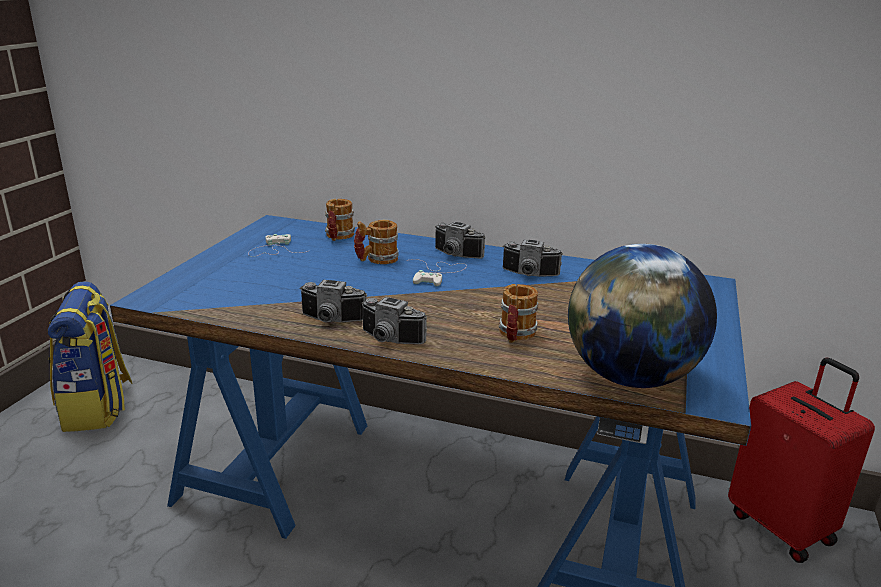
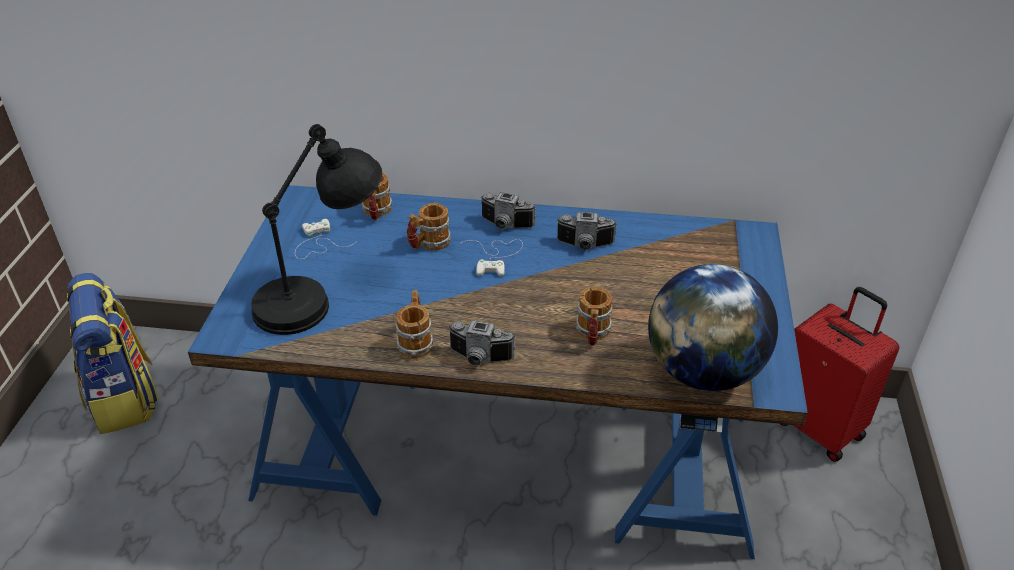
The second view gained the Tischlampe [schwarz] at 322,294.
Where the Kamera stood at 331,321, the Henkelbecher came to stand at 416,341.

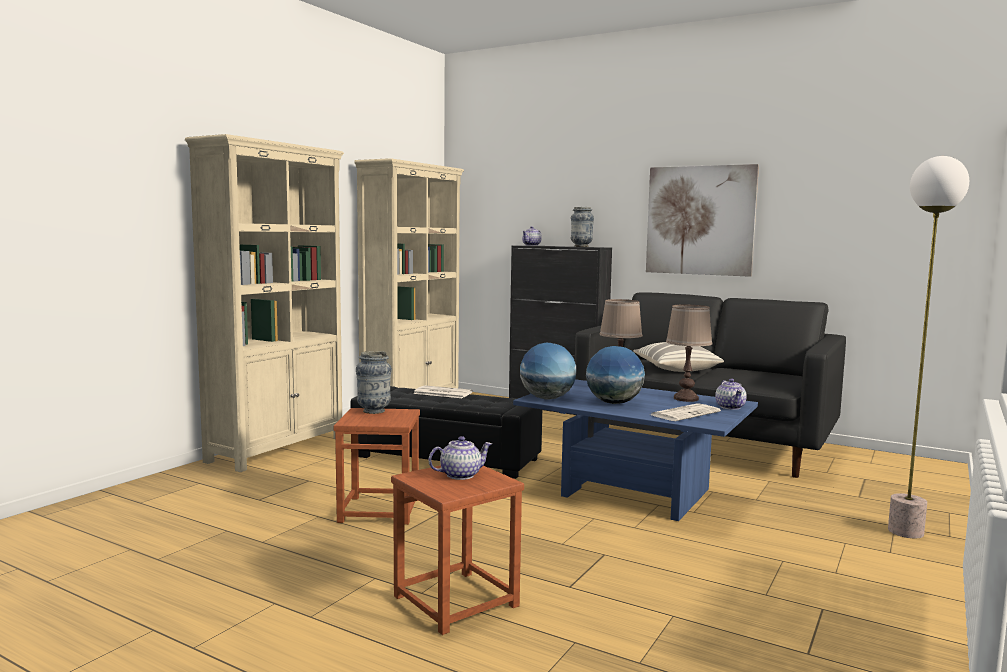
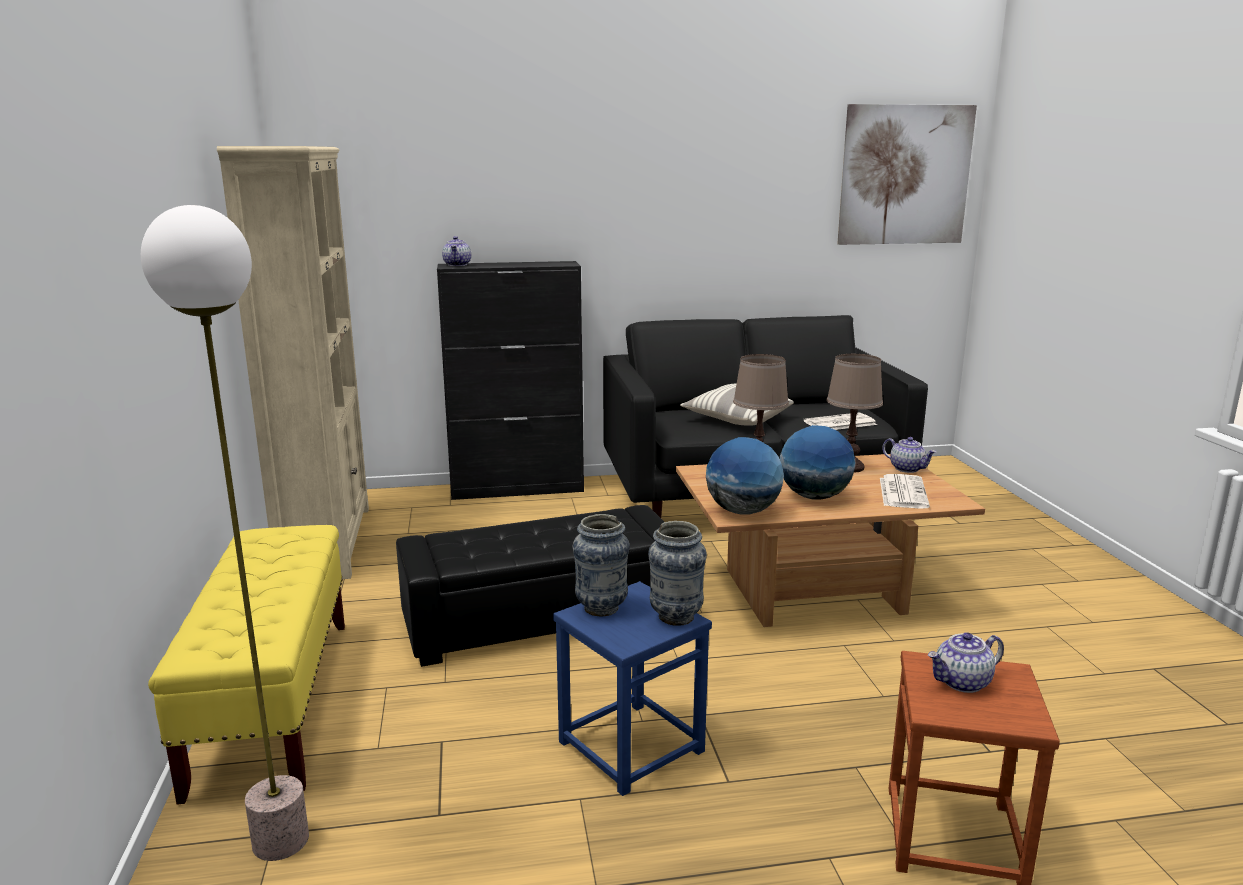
The Stehlampe ended up elsewhere, having gone from 906,532 to 281,841.
Where the Bücherregal [beige] stood at 278,449, the Bank [gelb] came to stand at 274,702.
What was the Hocker [braun] at 379,510 turned into the Hocker [blau] at 630,746.
The Vase ended up elsewhere, having gone from 581,246 to 676,617.
What was the Couchtisch [blau] at 632,493 turned into the Couchtisch [braun] at 813,594.
The Zeitung ended up elsewhere, having gone from 442,393 to 839,423.
The Bild ended up elsewhere, having gone from 700,220 to 905,175.
The Teekanne at 460,475 ended up facing another way, 135 degrees counterclockwise from before.

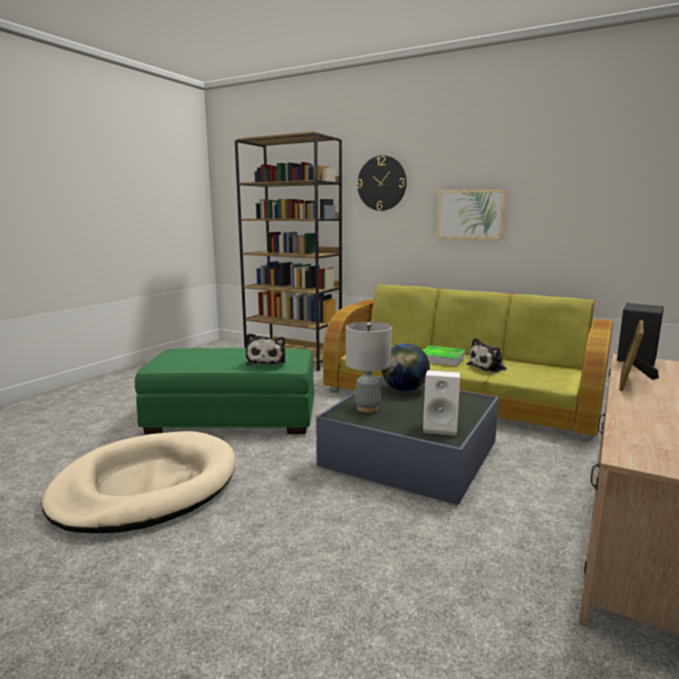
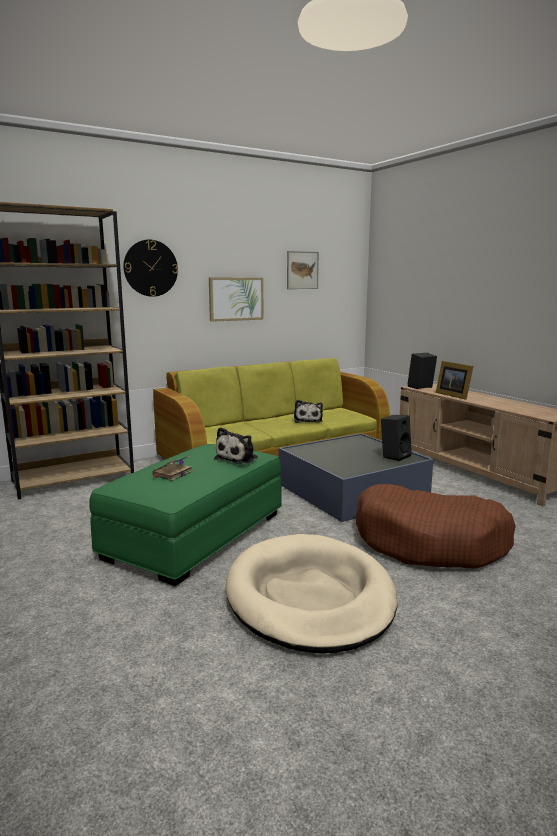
The second view gained the Buch at 172,474.
The Plüschtier at 267,361 ended up facing another way, 90 degrees clockwise from before.
The second view gained the Bild at 302,270.
The second view gained the Hundebett [braun] at 430,542.
What was the Lautsprecher [weiß] at 441,427 turned into the Lautsprecher [schwarz] at 395,456.
The second view lost the Tischlampe [grau] at 367,408.
The second view lost the Globus at 404,390.
The second view lost the Tablett at 442,358.

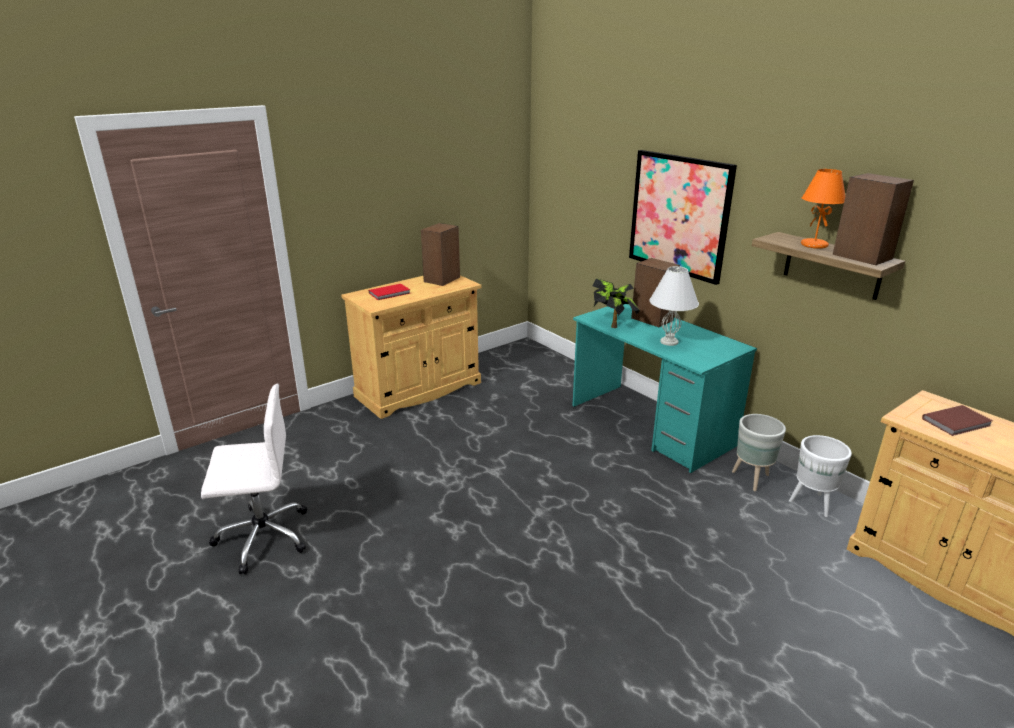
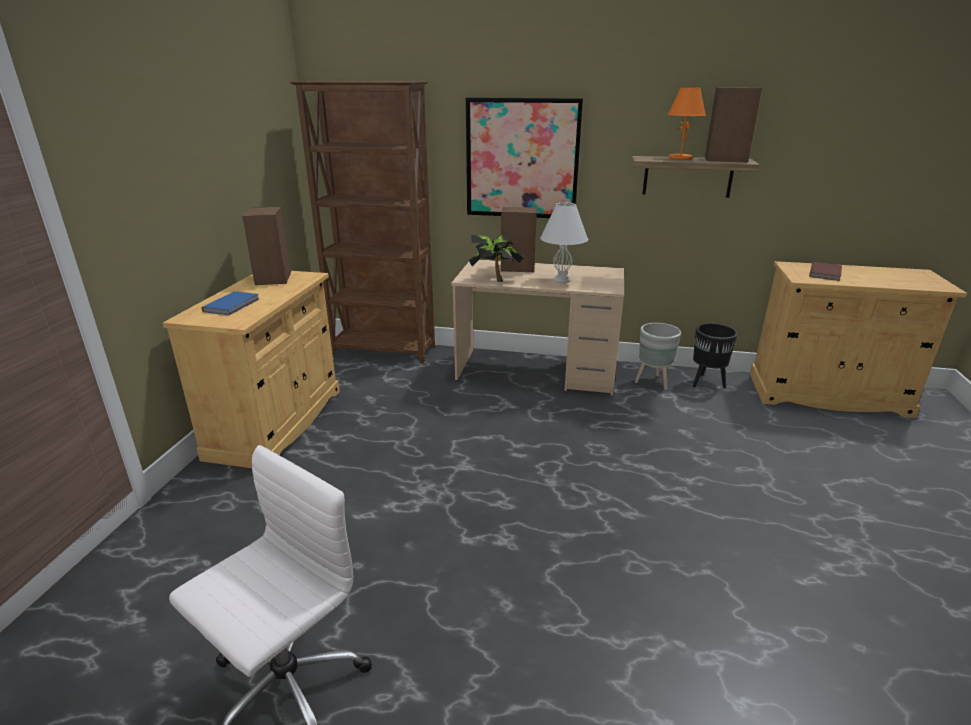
What was the Buch [rot] at 390,293 turned into the Buch [blau] at 233,305.
The second view gained the Bücherregal [braun] at 384,351.
What was the Schreibtisch [türkis] at 650,425 turned into the Schreibtisch [beige] at 536,372.
What was the Pflanzkübel [weiß] at 812,504 turned into the Pflanzkübel [schwarz] at 707,383.

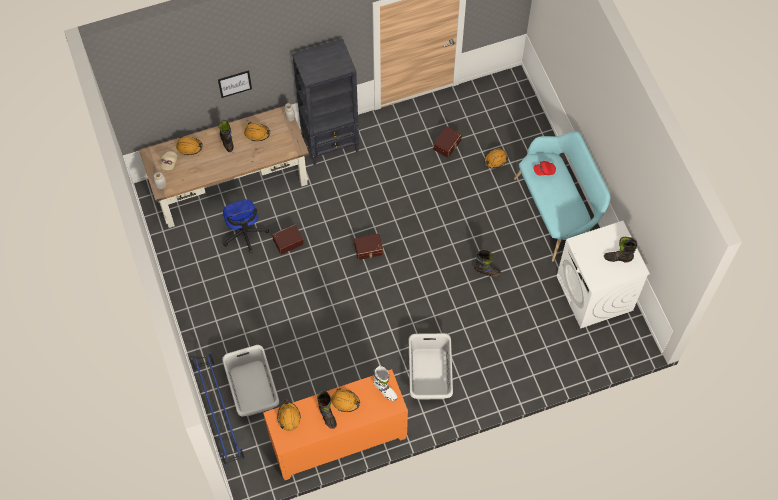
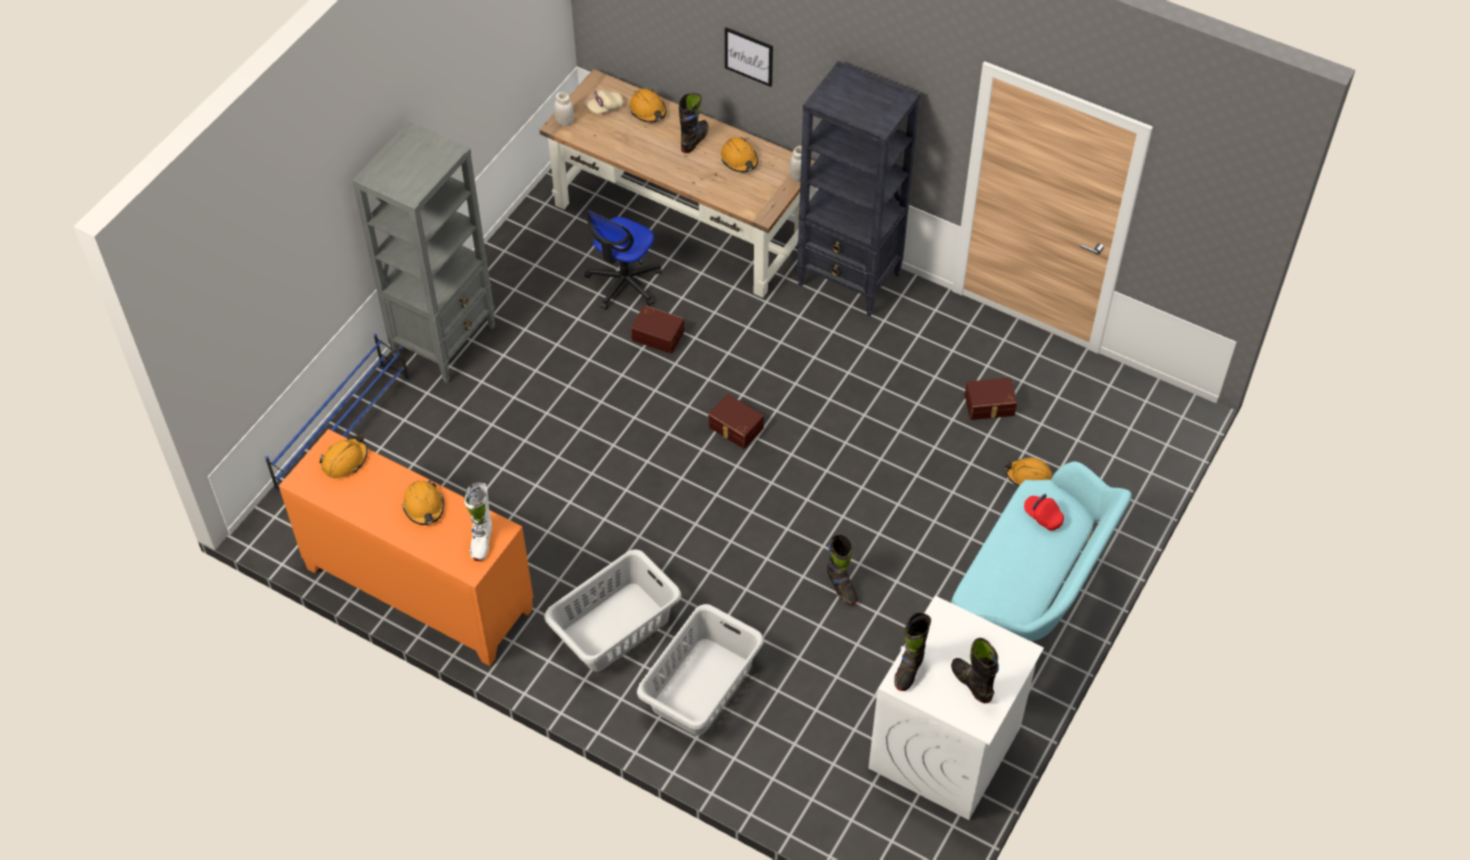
The second view gained the Bücherregal [grau] at 445,341.
The Wäschekorb [grau] ended up elsewhere, having gone from 252,388 to 700,687.
The Stiefel [schwarz] ended up elsewhere, having gone from 327,416 to 909,669.

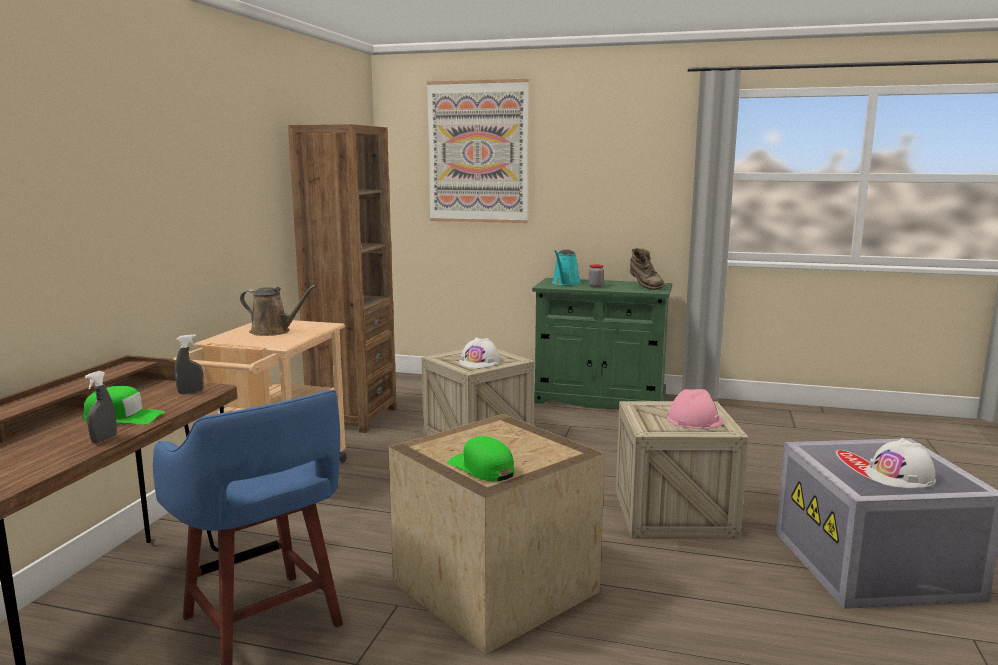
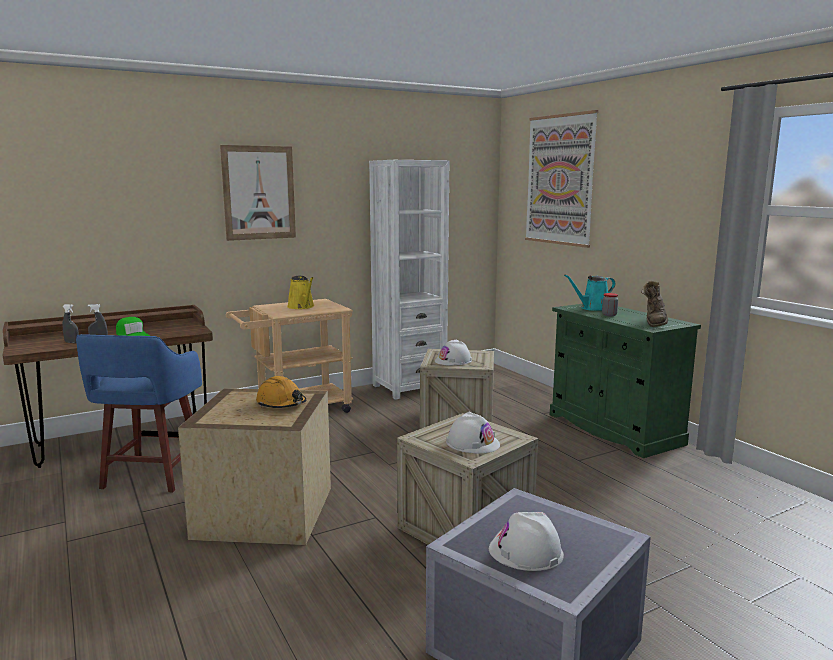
The Sprühflasche [grau] ended up elsewhere, having gone from 190,392 to 72,342.
The second view gained the Bild at 259,193.
The second view gained the Schutzhelm [orange] at 281,404.
What was the Gießkanne [braun] at 273,331 turned into the Gießkanne [gelb] at 302,307.
What was the Bücherregal [braun] at 352,417 turned into the Bücherregal [weiß] at 409,387.
What was the Schutzhelm [rosa] at 694,420 turned into the Schutzhelm [weiß] at 472,443.
The second view lost the Kappe [grün] at 481,468.

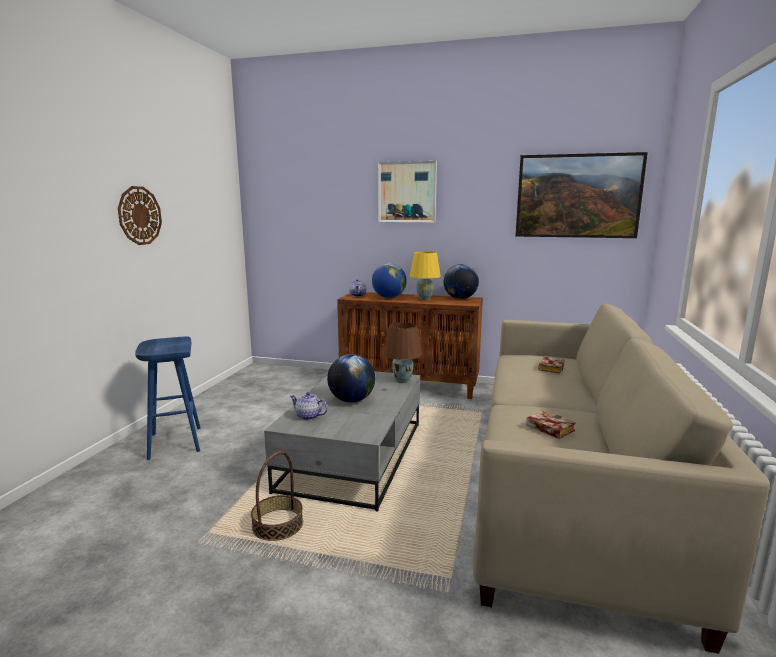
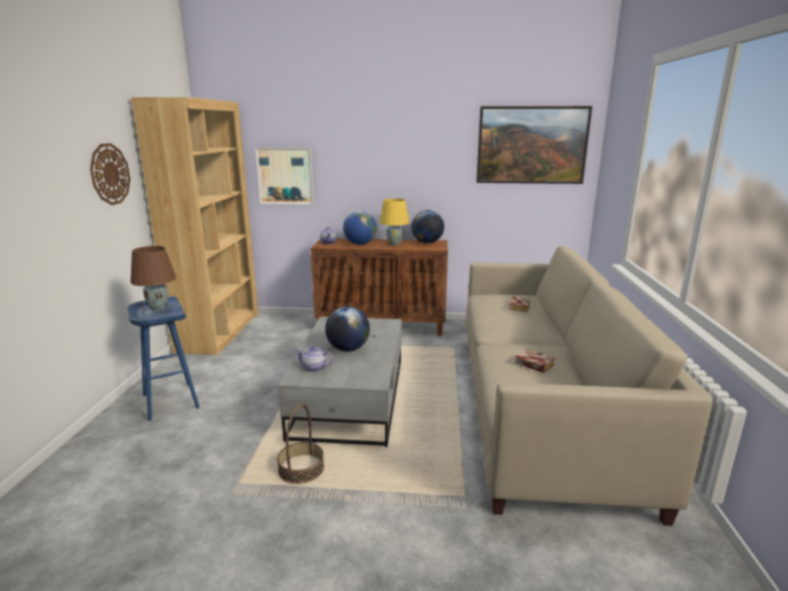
The second view gained the Bücherregal [braun] at 219,331.
The Tischlampe [braun] ended up elsewhere, having gone from 403,380 to 159,308.
The Bild ended up elsewhere, having gone from 407,192 to 285,176.

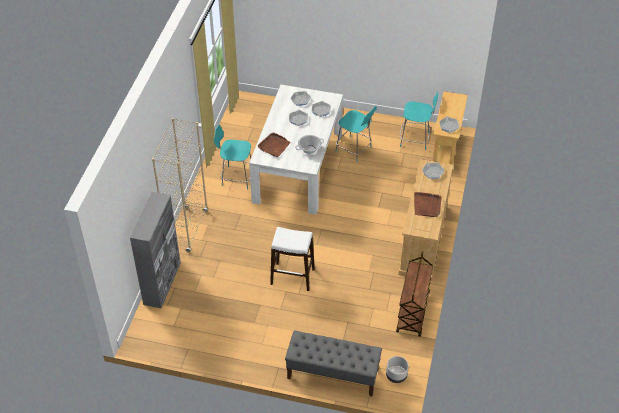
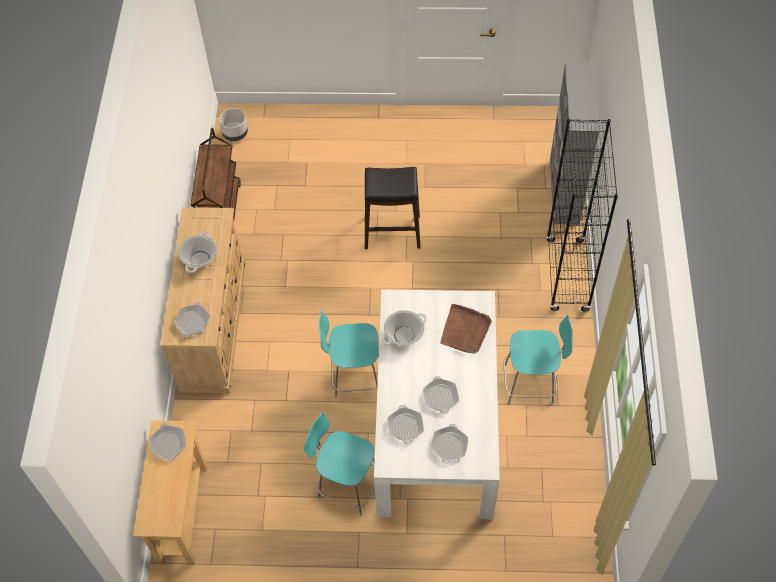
Where the Tablett [braun] stood at 427,205, the Kochtopf came to stand at 199,259.
The Stuhl [türkis] ended up elsewhere, having gone from 415,139 to 355,377.
What was the Hocker [weiß] at 292,277 turned into the Hocker [schwarz] at 392,232.
What was the Bücherregal [beige] at 187,229 turned into the Bücherregal [schwarz] at 567,275.
The second view lost the Bank [grau] at 332,374.

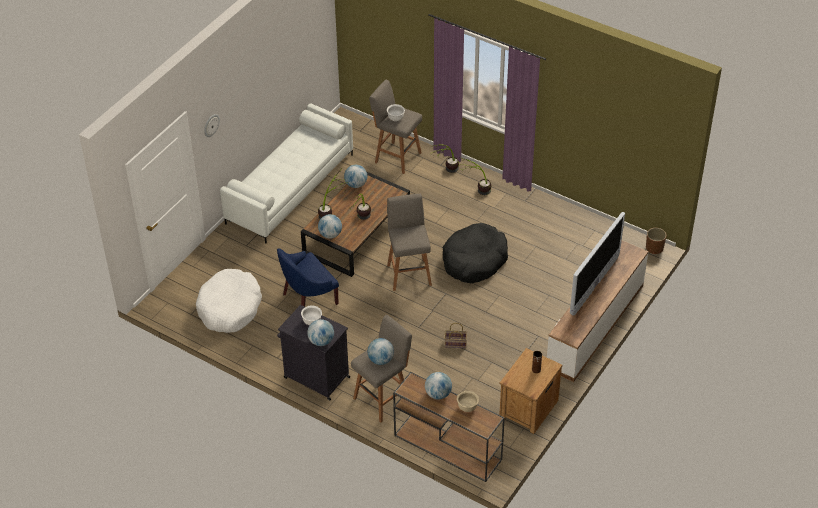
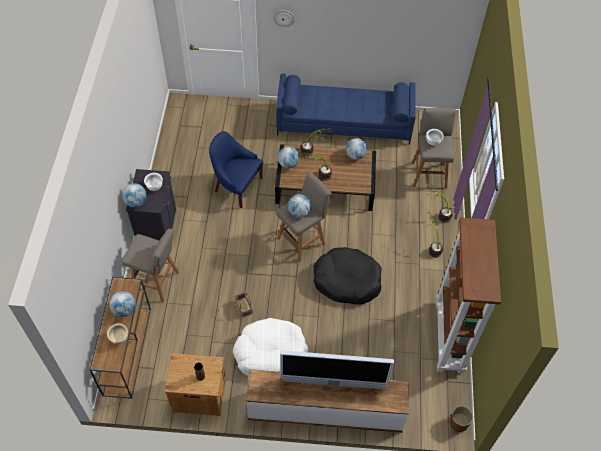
The Hundebett [weiß] ended up elsewhere, having gone from 229,308 to 270,353.
What was the Sofa [weiß] at 290,188 turned into the Sofa [blau] at 344,123.
The Globus ended up elsewhere, having gone from 381,360 to 299,212.
The second view gained the Bücherregal [braun] at 449,337.

